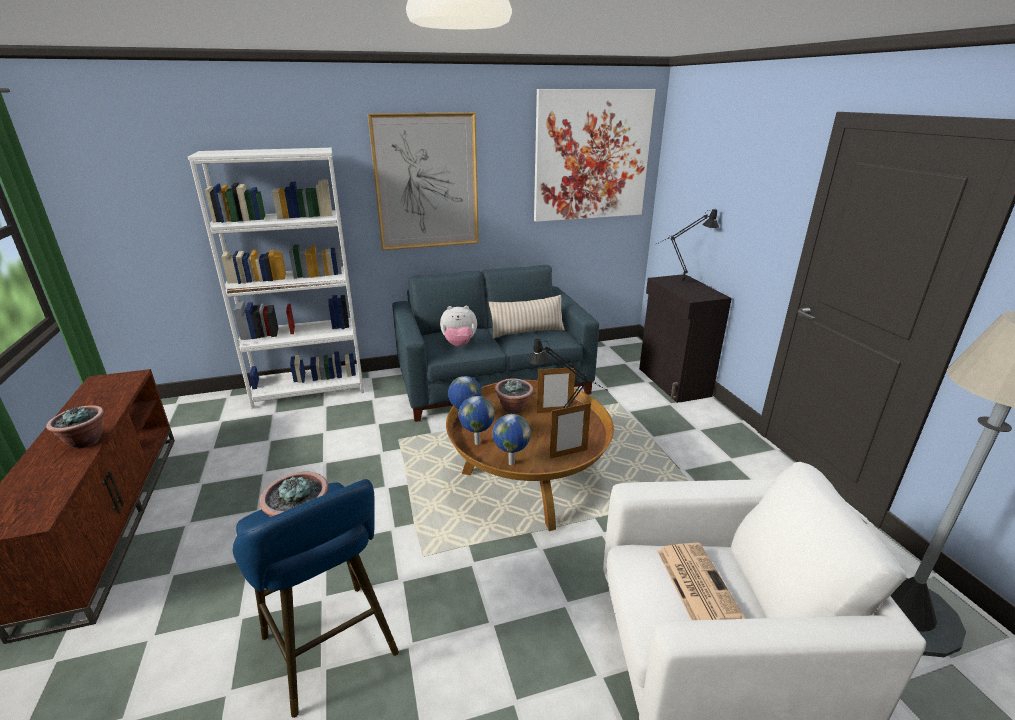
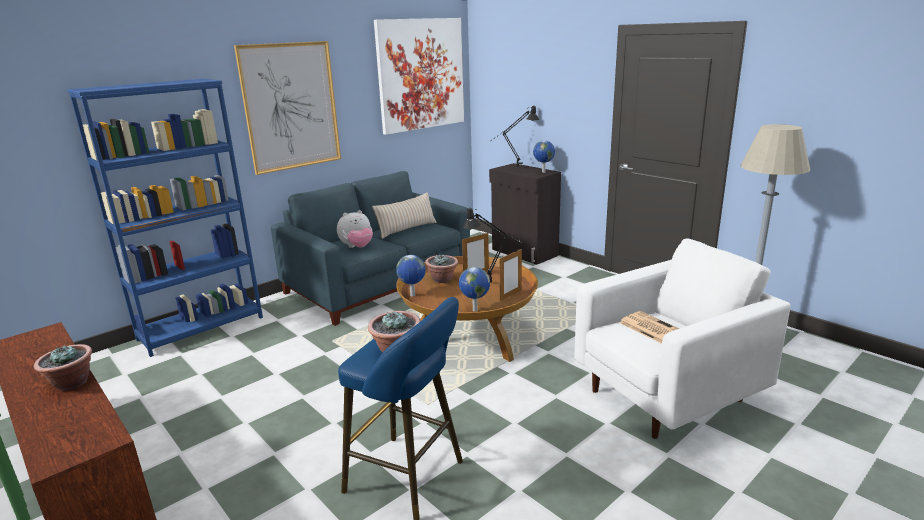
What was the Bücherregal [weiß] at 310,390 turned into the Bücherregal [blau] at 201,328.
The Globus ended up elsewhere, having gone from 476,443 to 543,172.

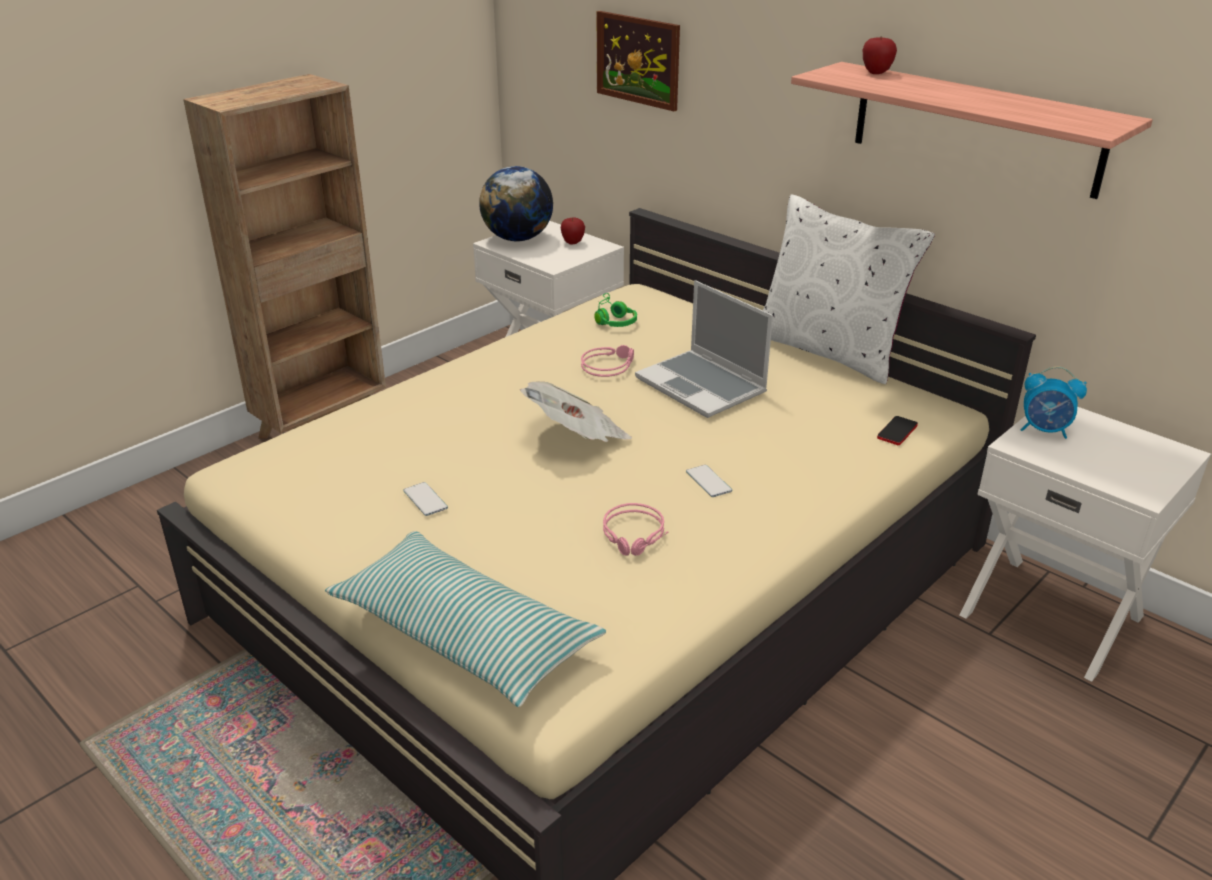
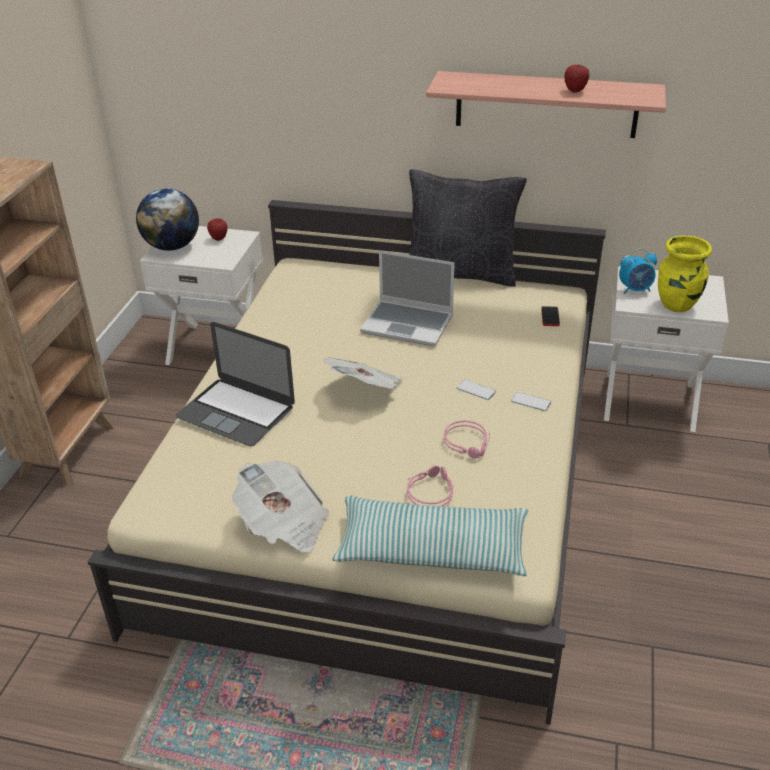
The second view gained the Laptop at 236,411.
The second view gained the Zeitung at 283,524.
The Kopfhörer [rosa] ended up elsewhere, having gone from 608,365 to 430,491.
What was the Kissen [weiß] at 828,350 turned into the Kissen [schwarz] at 460,272.
The Handy ended up elsewhere, having gone from 425,499 to 531,402.
The Apfel ended up elsewhere, having gone from 876,73 to 575,91.
The second view gained the Vase [gelb] at 677,305.
The second view lost the Kopfhörer [grün] at 613,320.
The second view lost the Bild at 638,60.

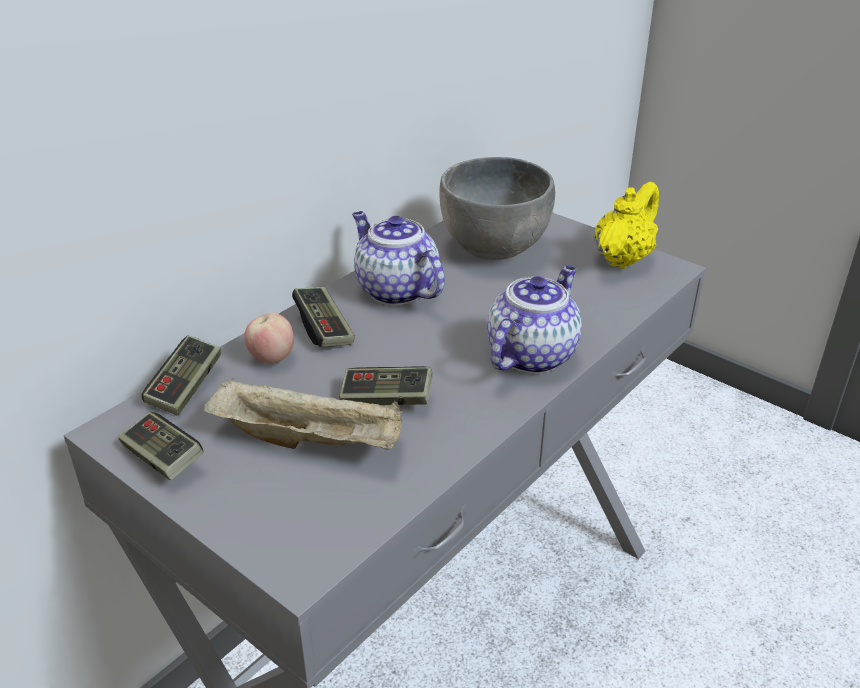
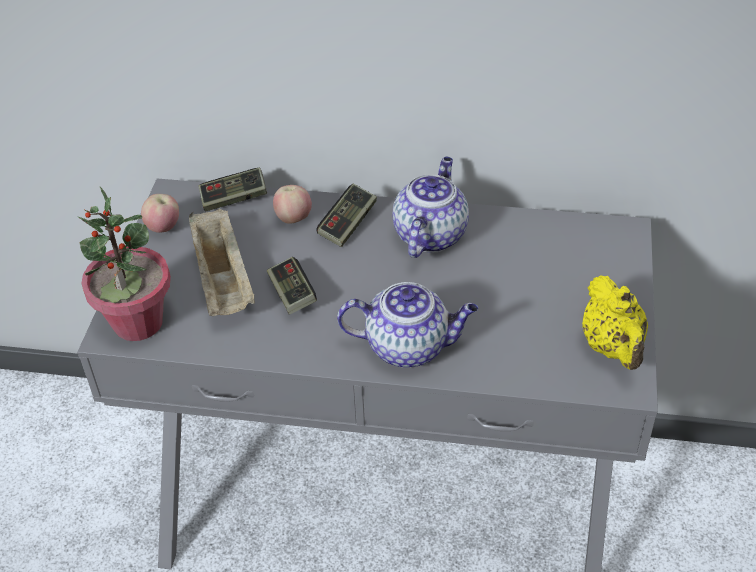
The second view gained the Topfpflanze at 137,323.
Where the Gamepad stood at 163,458, the Apfel came to stand at 163,228.
The Teekanne [gelb] at 623,259 ended up facing another way, 75 degrees clockwise from before.
The second view lost the Schüssel [grau] at 494,248.

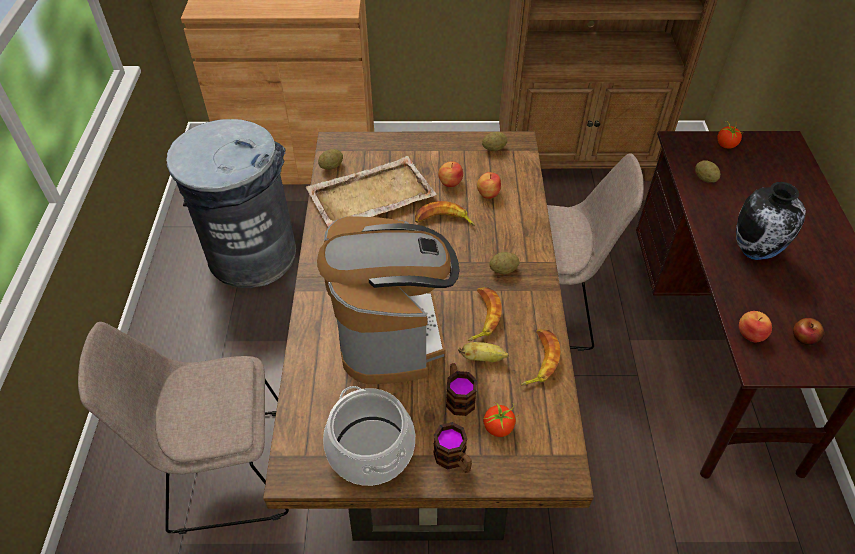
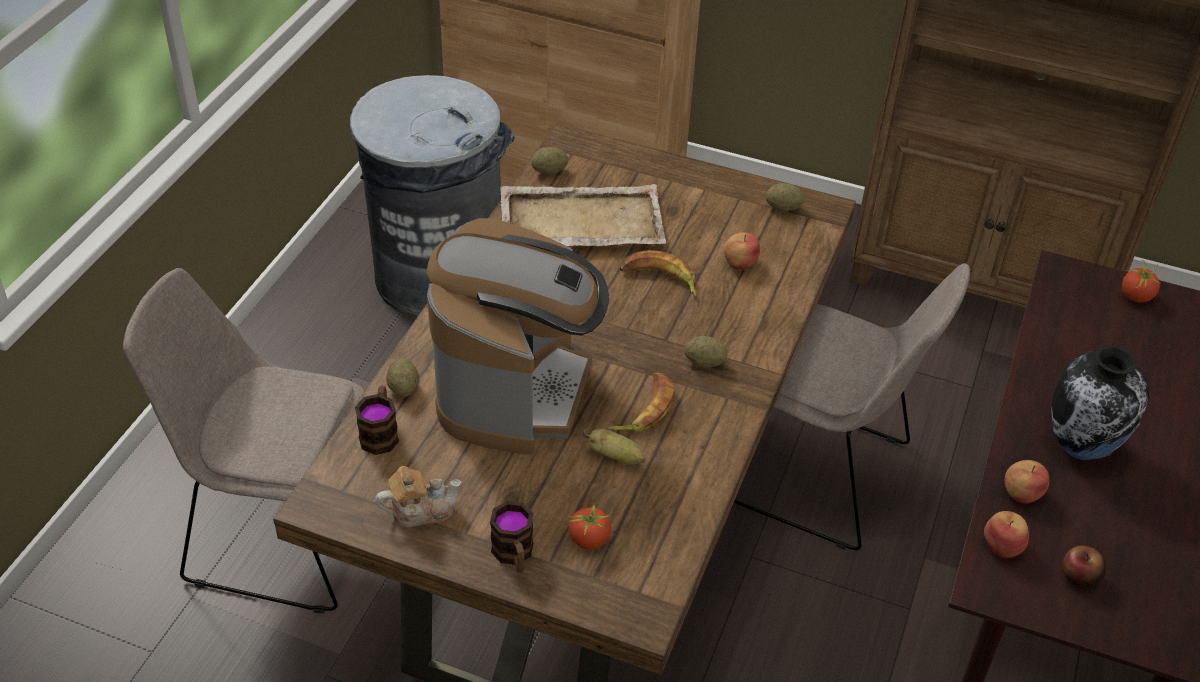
The Henkelbecher ended up elsewhere, having gone from 458,396 to 380,432.
Where the Kochtopf stood at 370,450, the Teekanne came to stand at 420,510.
The Kartoffel ended up elsewhere, having gone from 704,179 to 403,388.
The Apfel ended up elsewhere, having gone from 450,182 to 1021,493.
The second view lost the Banane at 539,360.

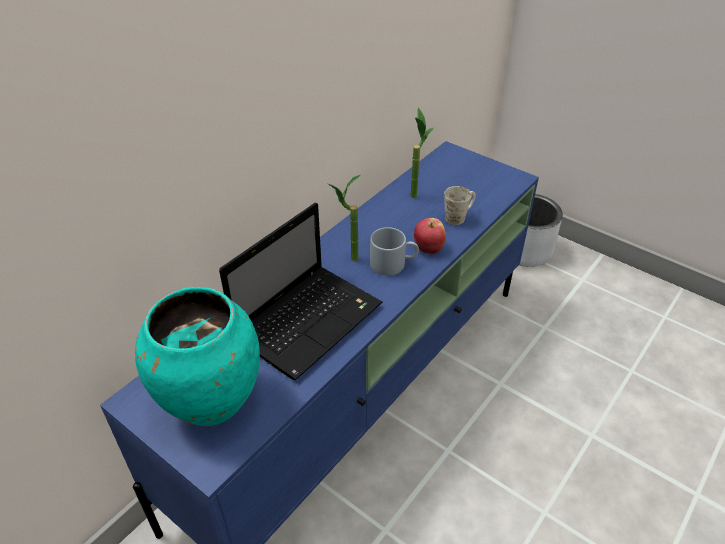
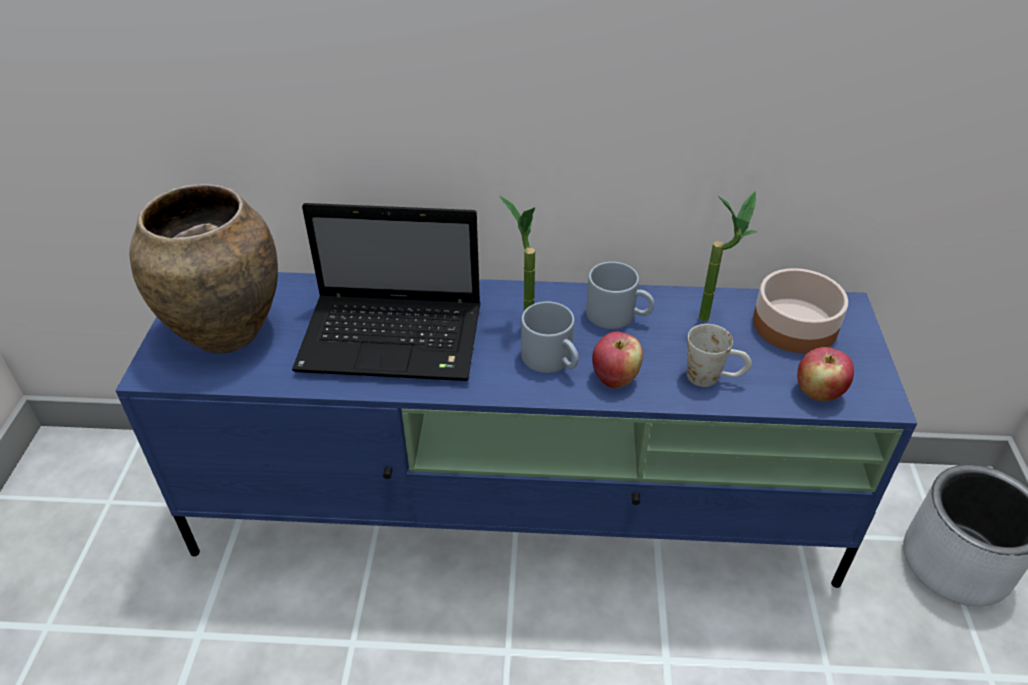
What was the Vase [türkis] at 211,405 turned into the Vase [braun] at 225,333.
The second view gained the Henkelbecher [grau] at 619,315.
The second view gained the Schüssel at 795,326.
The second view gained the Apfel at 818,392.

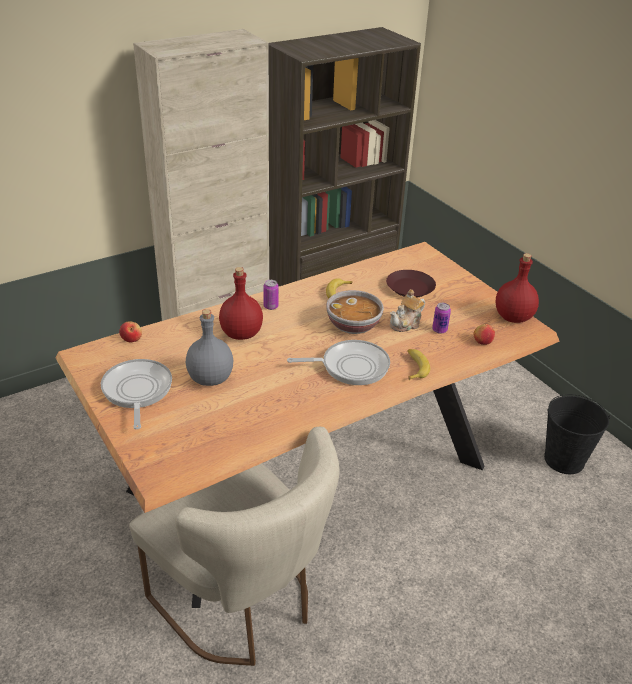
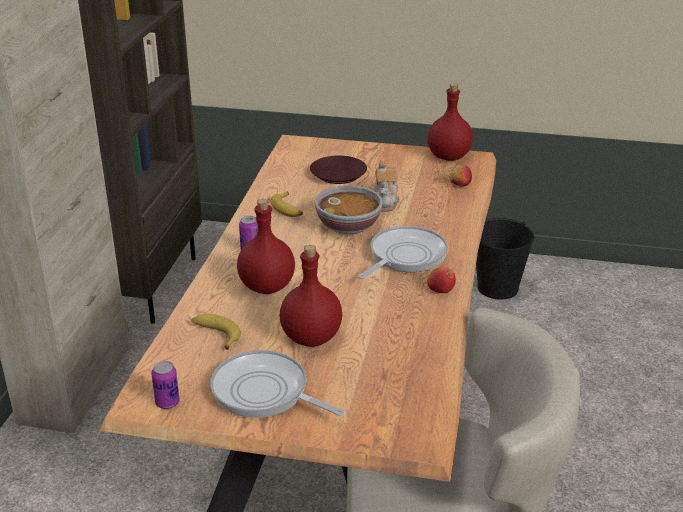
The Dose ended up elsewhere, having gone from 439,330 to 167,403.
The Banane ended up elsewhere, having gone from 414,367 to 215,334.
What was the Flasche [grau] at 210,379 turned into the Flasche [rot] at 312,338.
The Apfel ended up elsewhere, having gone from 131,338 to 440,289.

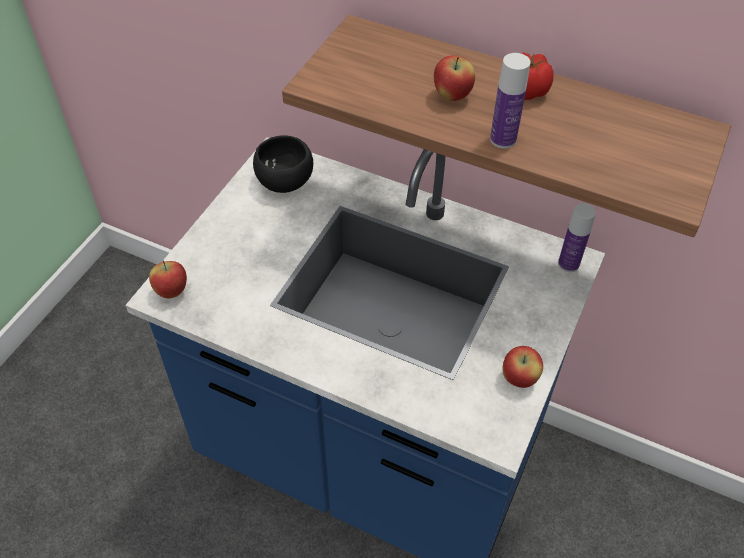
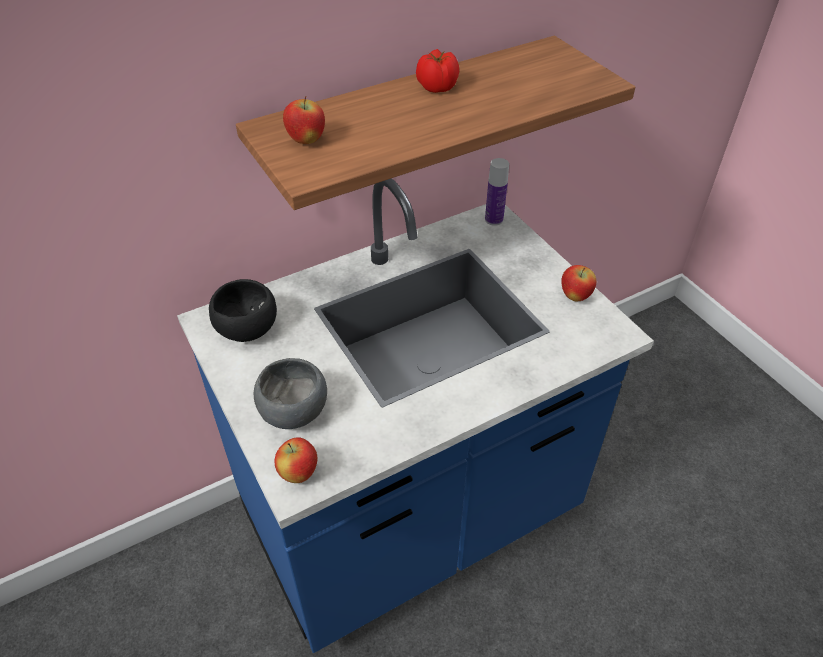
The second view gained the Schüssel [grau] at 295,410.
The Apfel ended up elsewhere, having gone from 452,96 to 306,141.
The second view lost the Flasche at 503,139.

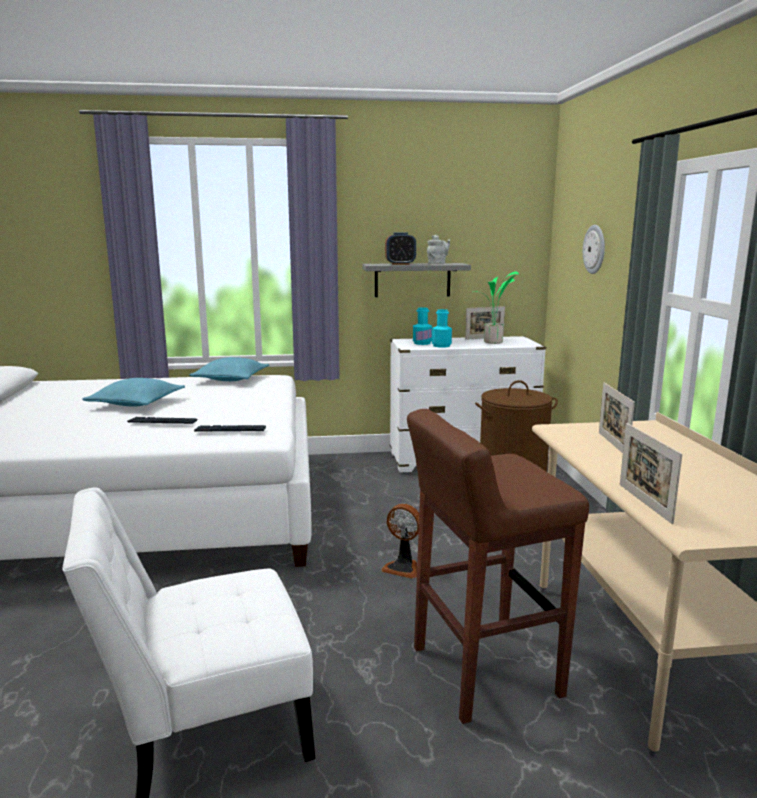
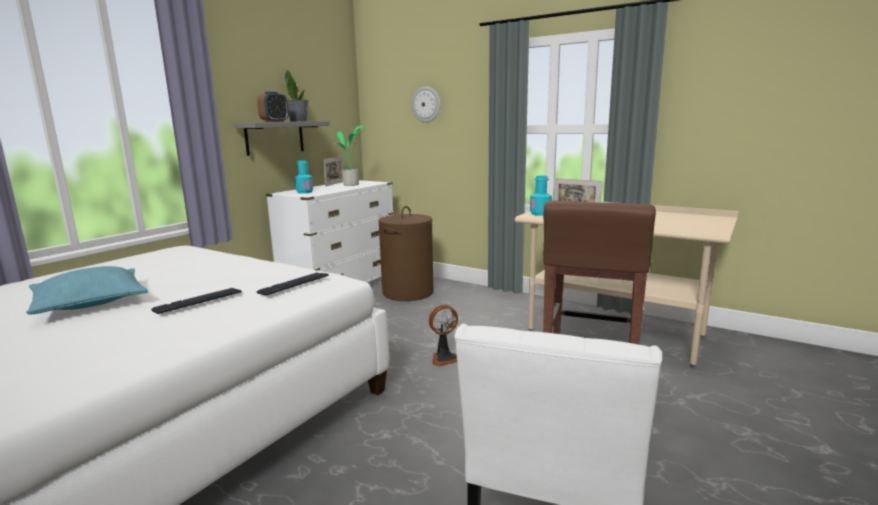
Where the Teekanne [grau] stood at 437,263, the Topfpflanze came to stand at 298,121.
The Flasche [türkis] ended up elsewhere, having gone from 441,346 to 540,214.
The second view lost the Kissen [türkis] at 231,379.
The second view lost the Bilderrahmen at 644,503.

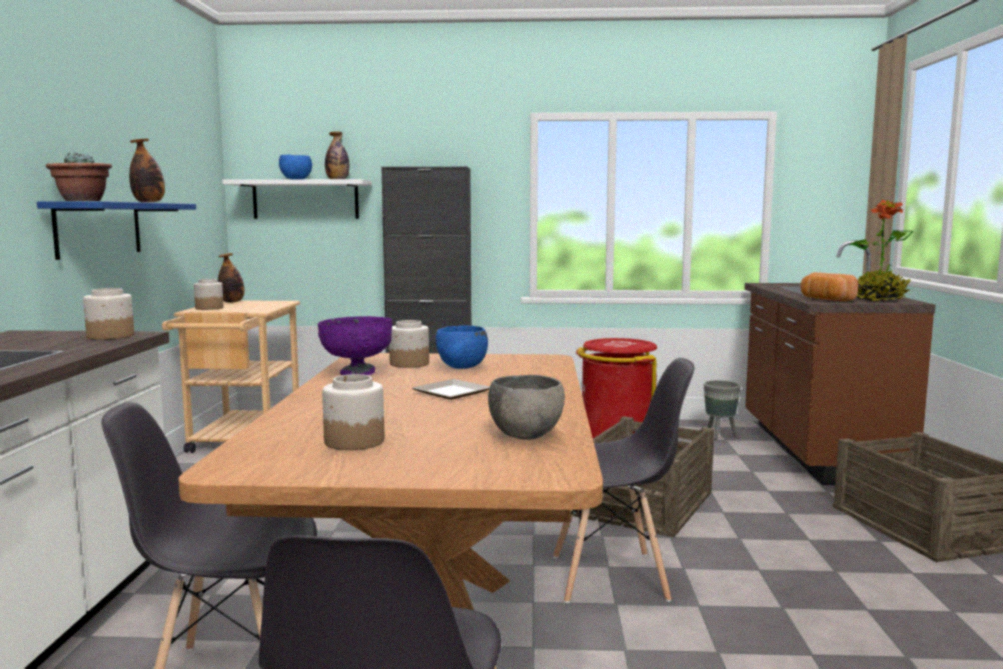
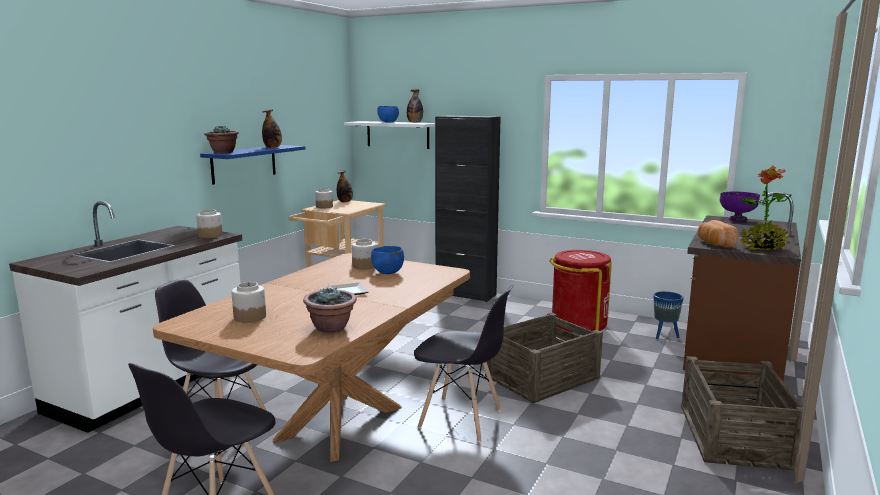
Where the Schüssel [grau] stood at 526,436, the Topfpflanze came to stand at 331,328.
What was the Pflanzkübel [grau] at 719,436 turned into the Pflanzkübel [blau] at 664,336.
The Schüssel [lila] ended up elsewhere, having gone from 357,373 to 737,220.

